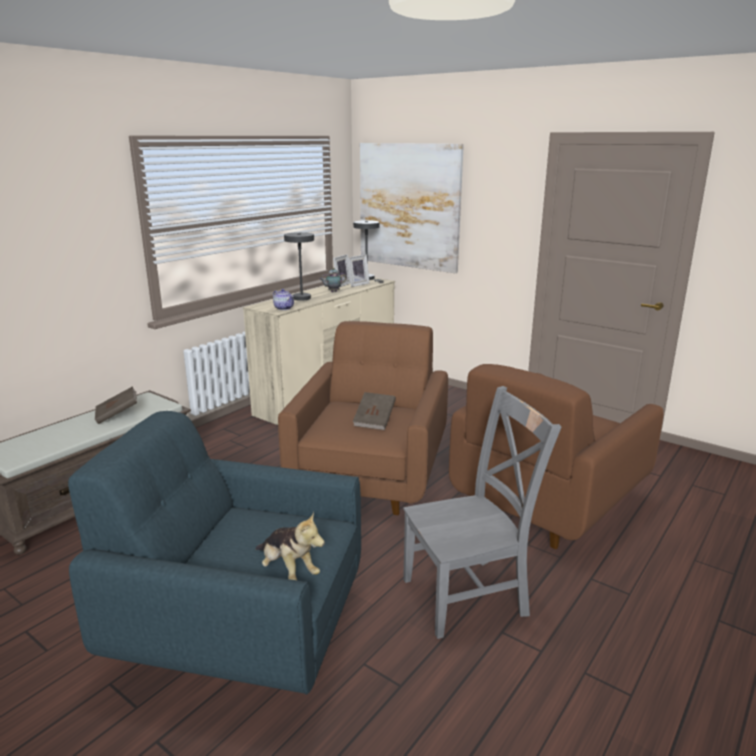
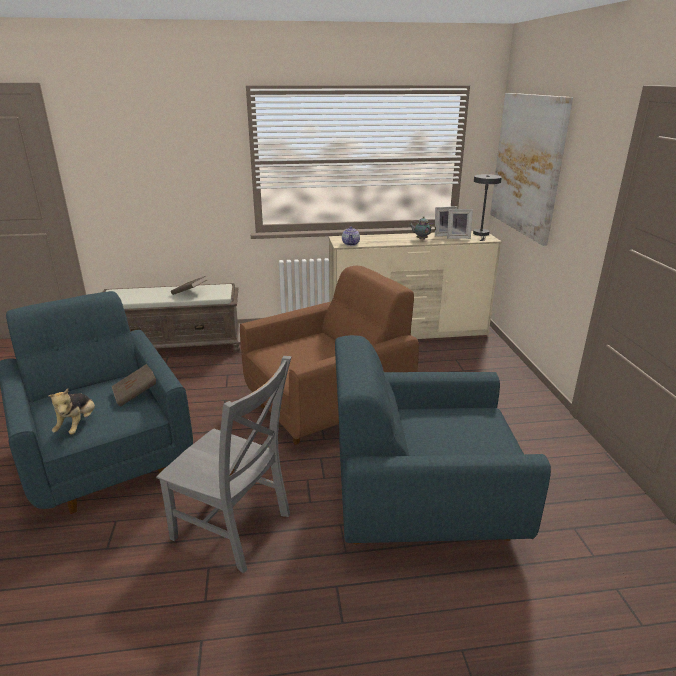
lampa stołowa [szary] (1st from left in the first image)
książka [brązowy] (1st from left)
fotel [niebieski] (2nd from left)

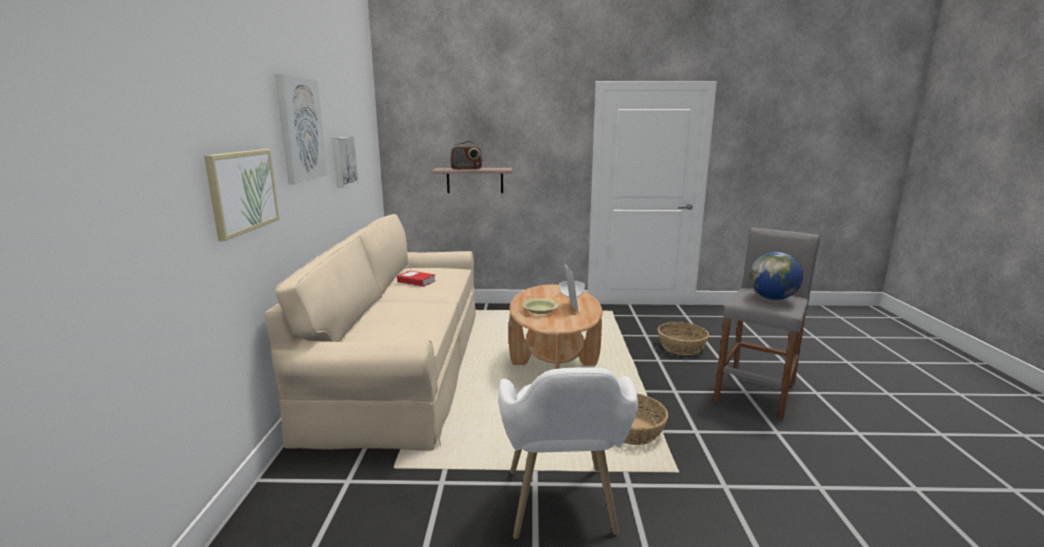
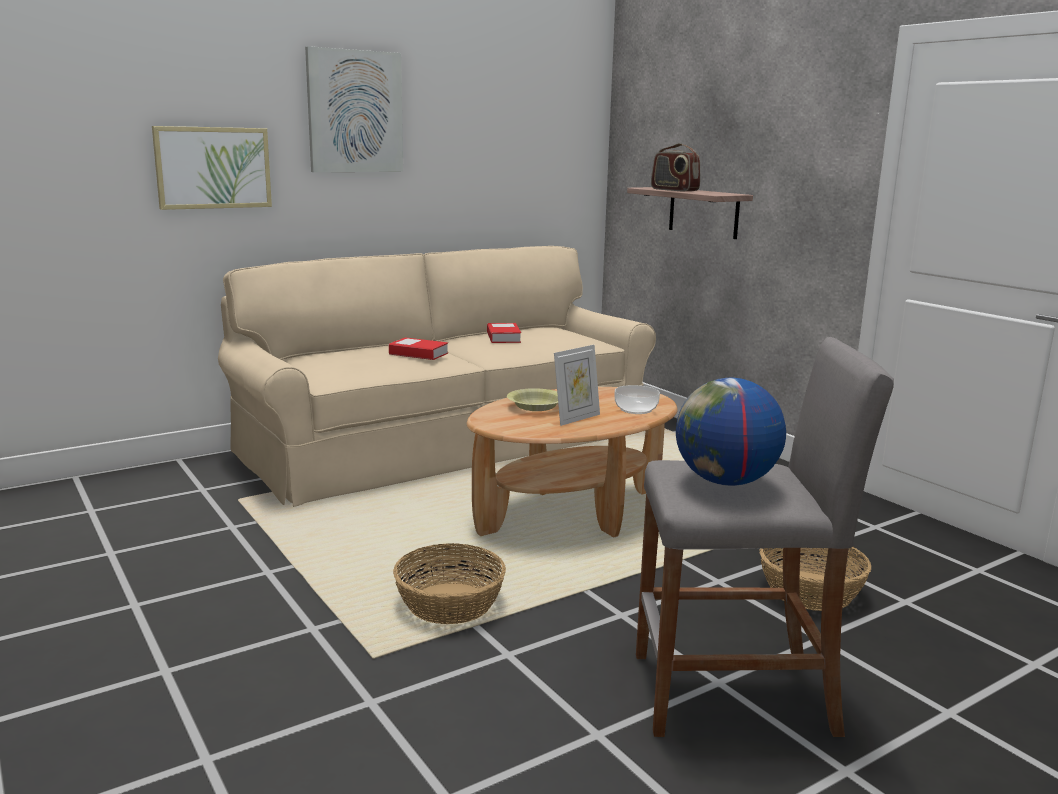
obraz (3rd from left in the first image)
fotel [biały]
książka (1st from left)

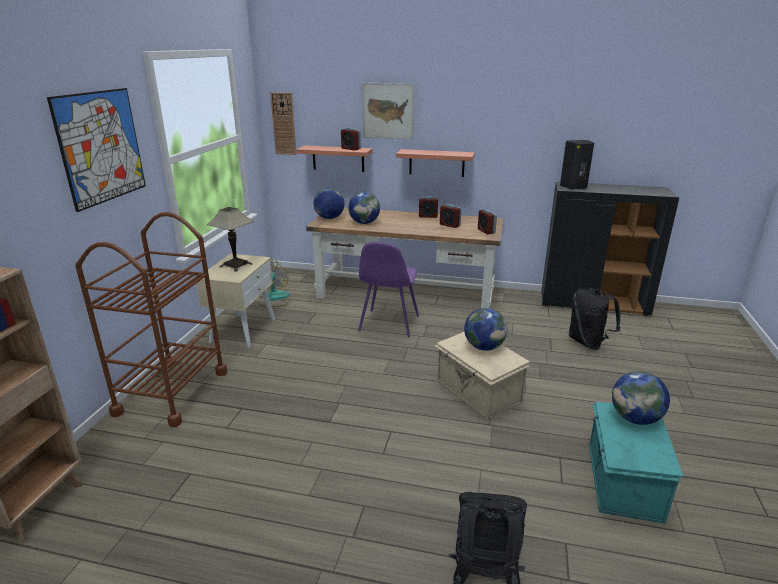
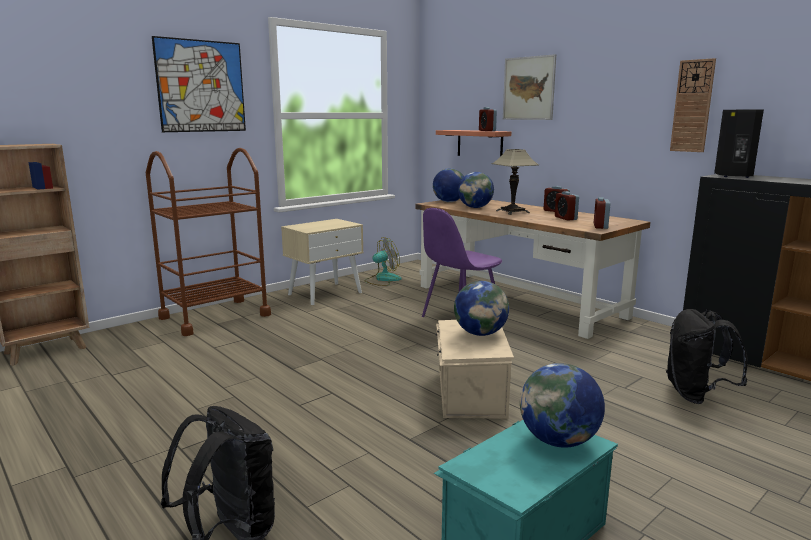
półka (2nd from left in the first image)
lampa stołowa
zegar ścienny

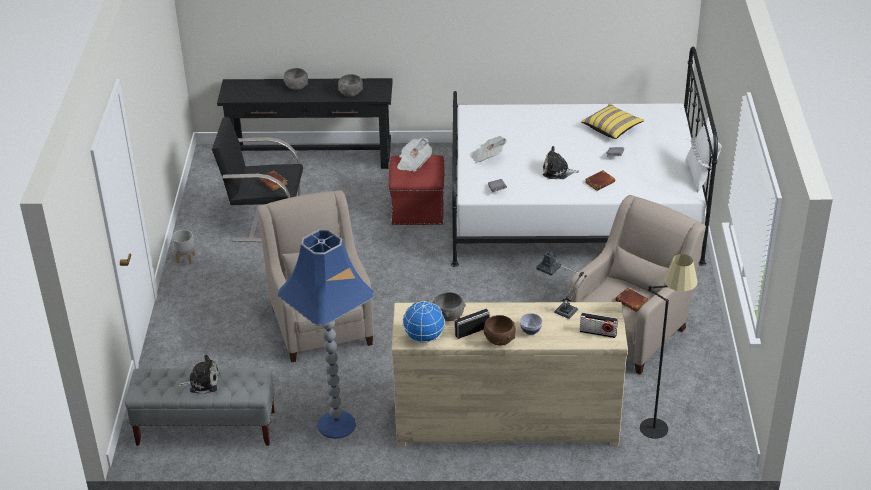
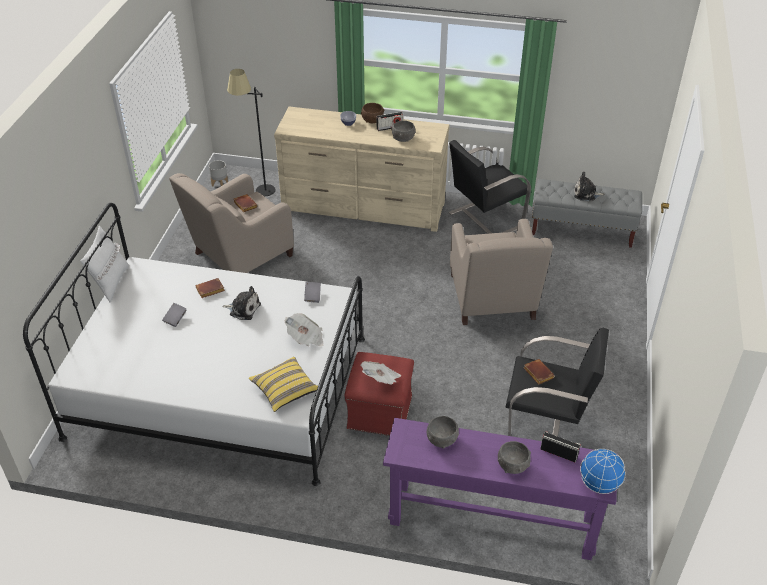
lampa stołowa
donica [szary]
globus
radio (2nd from left)
poduszka [żółty]
fotel [czarny] (1st from left)
stolik konsolowy [fioletowy]

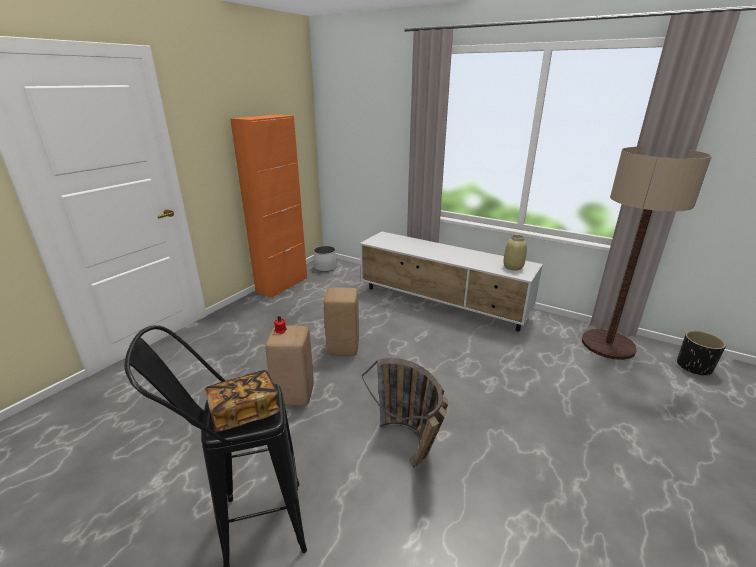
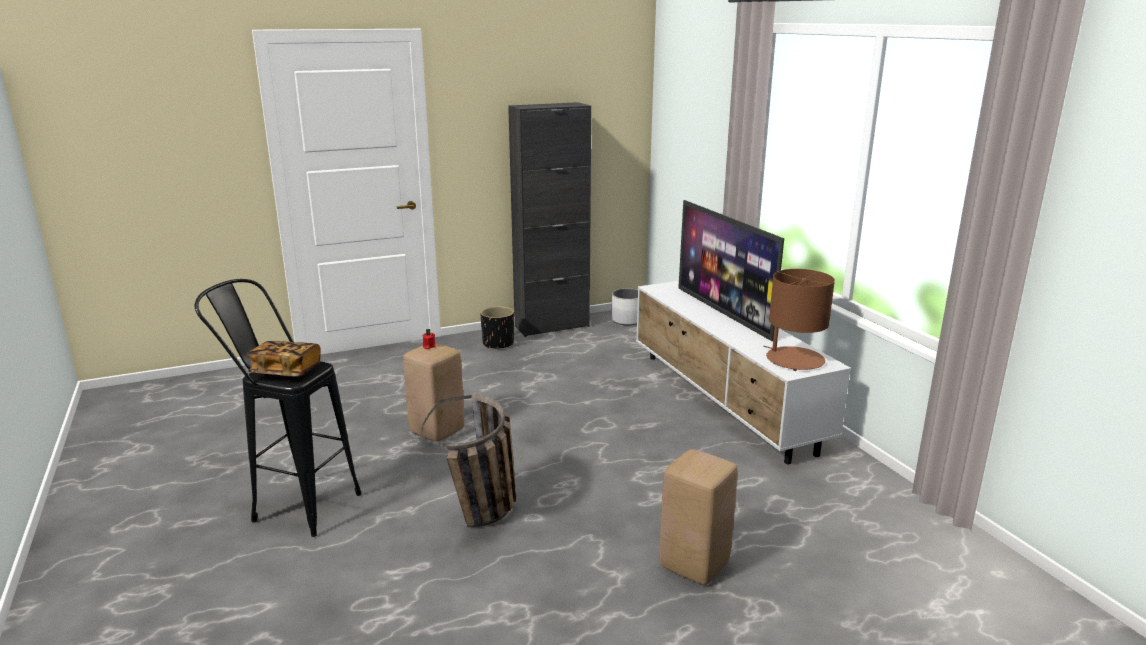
lampa stojąca
telewizor
stołek [beżowy] (2nd from left)
donica [czarny]
lampa stołowa [brązowy]
szafka [czarny]

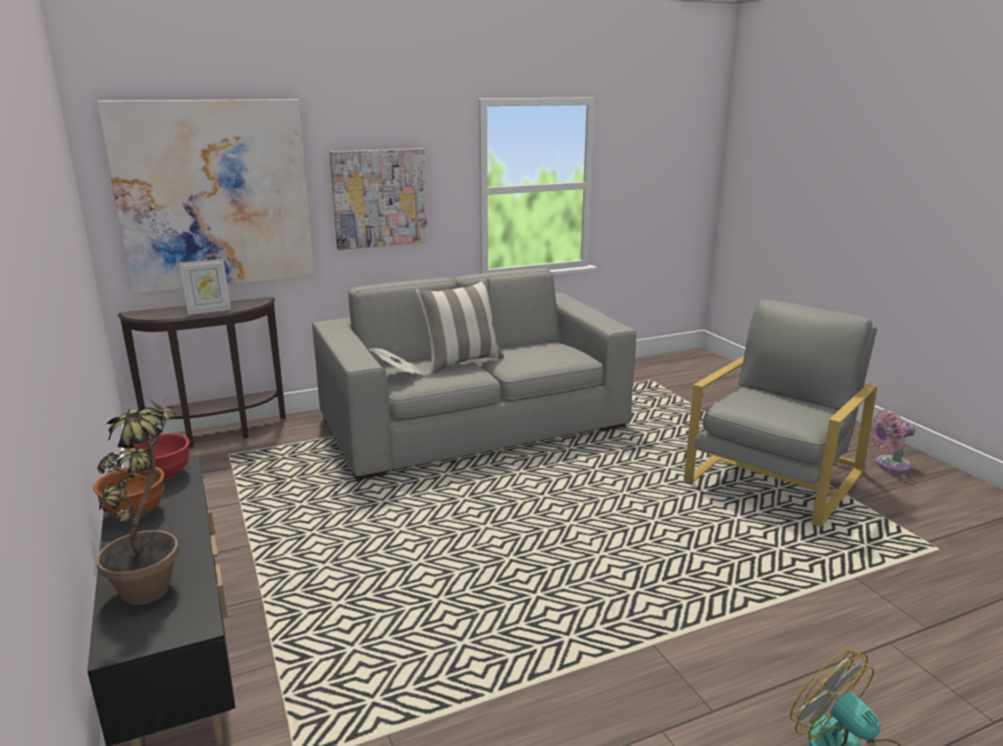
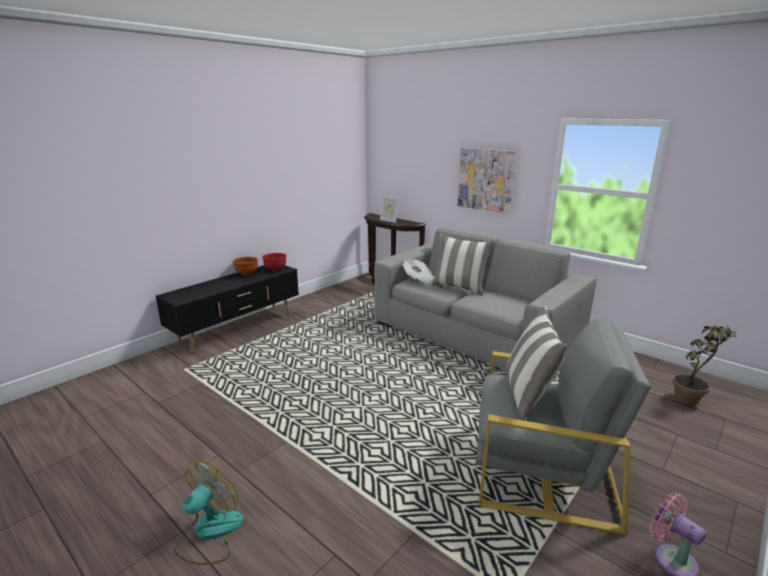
obraz (1st from left in the first image)
poduszka (2nd from left)
roślina doniczkowa

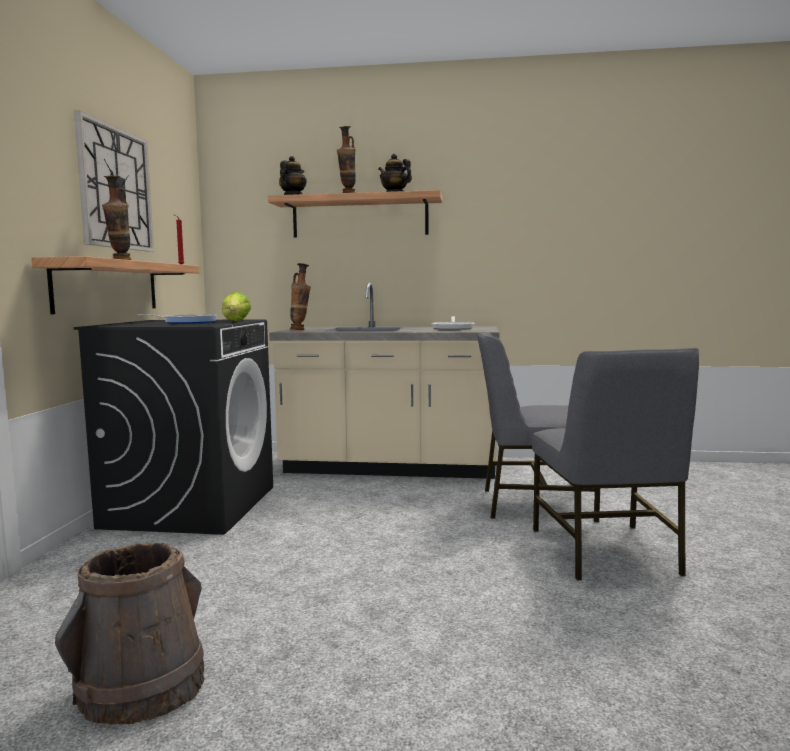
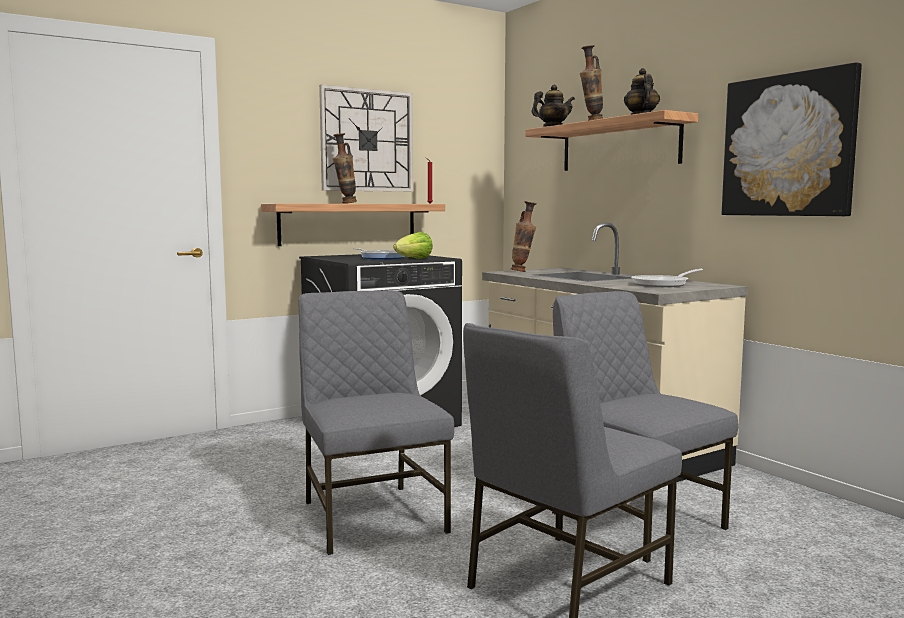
wiadro [brązowy]
krzesło [szary] (1st from left)
obraz

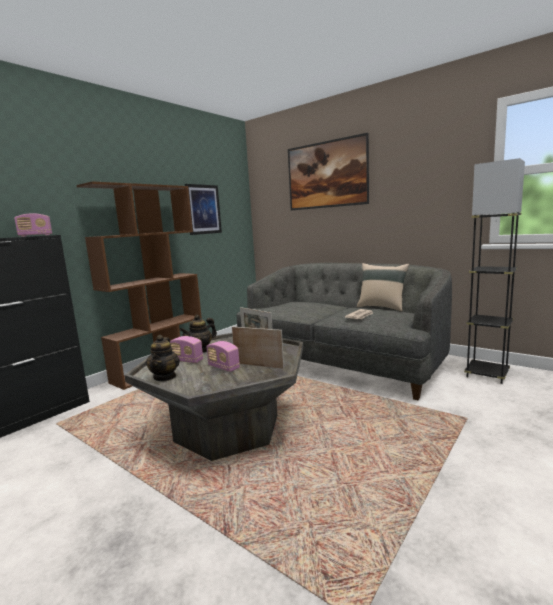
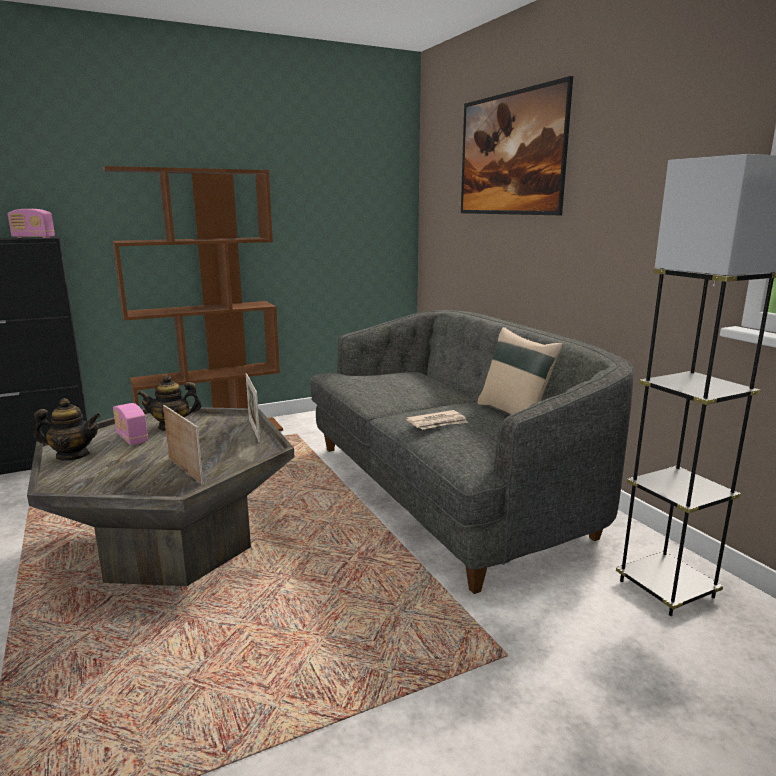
obraz (1st from left in the first image)
radio (3rd from left in the first image)
imbryk (1st from left)

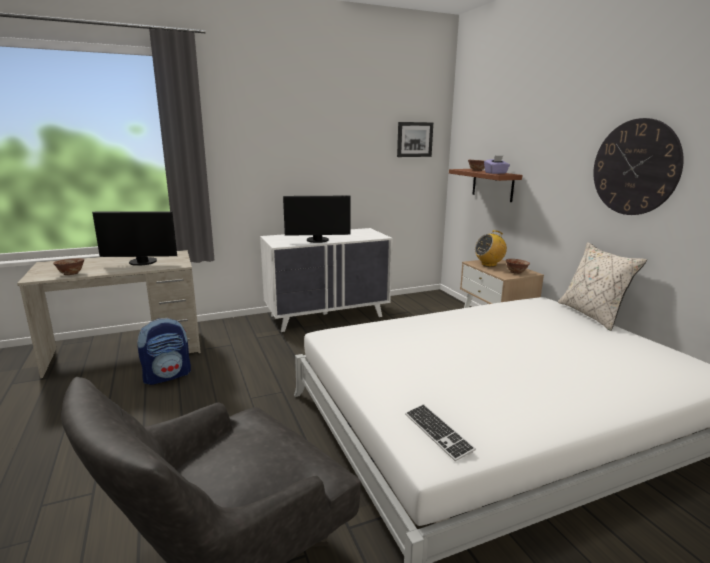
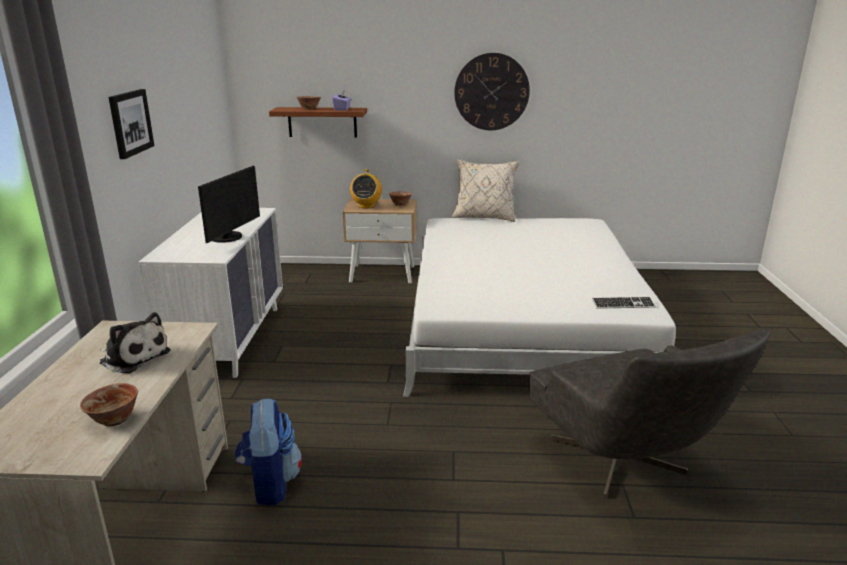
obraz
pluszak

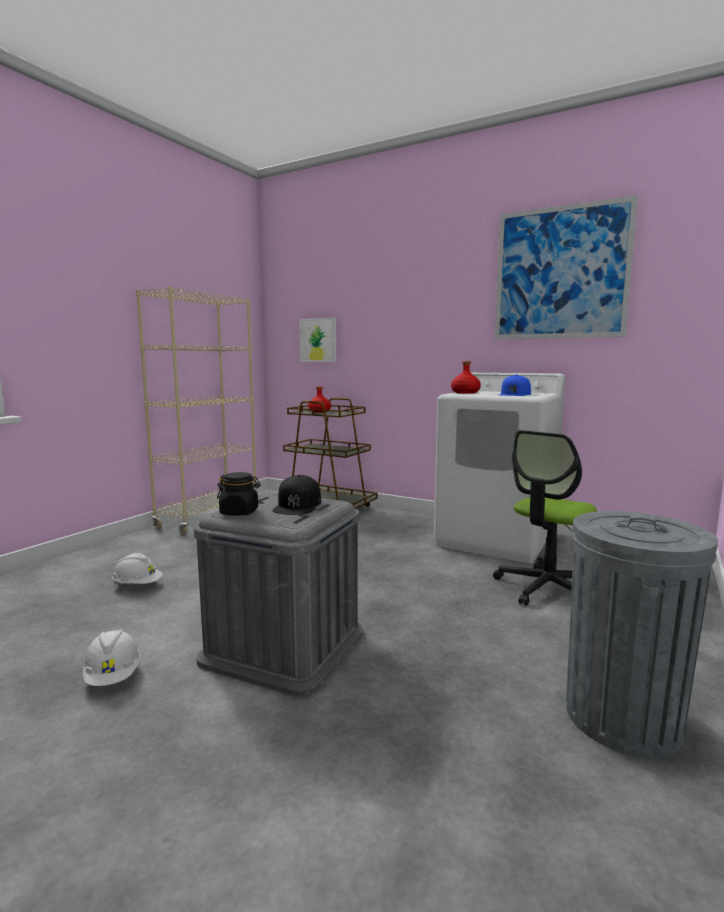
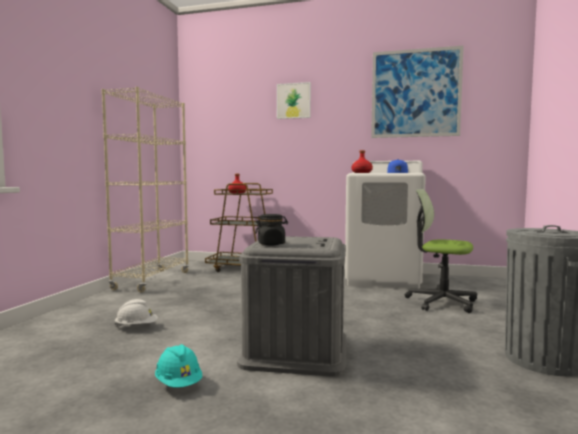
czapka z daszkiem [czarny]
obraz (1st from left)
kask [turkusowy]
krzesło biurowe

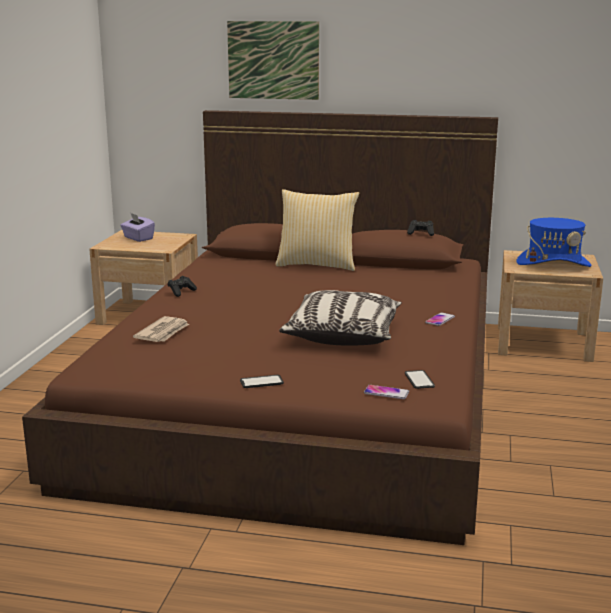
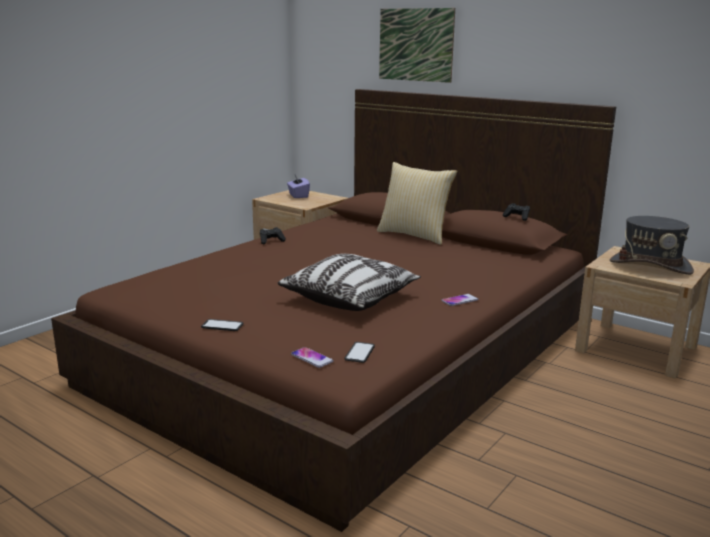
gazeta
kapelusz [szary]

